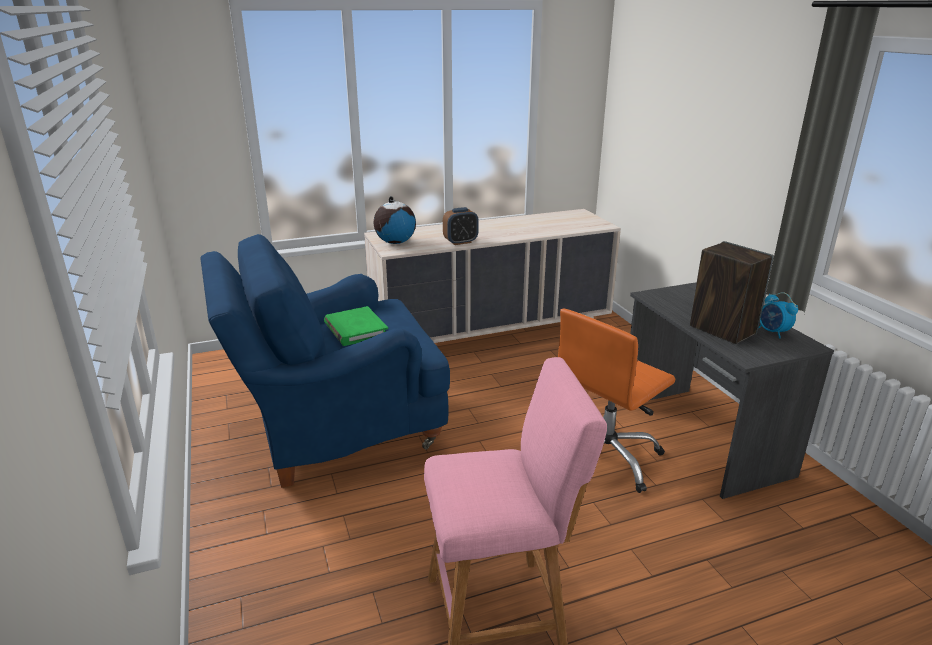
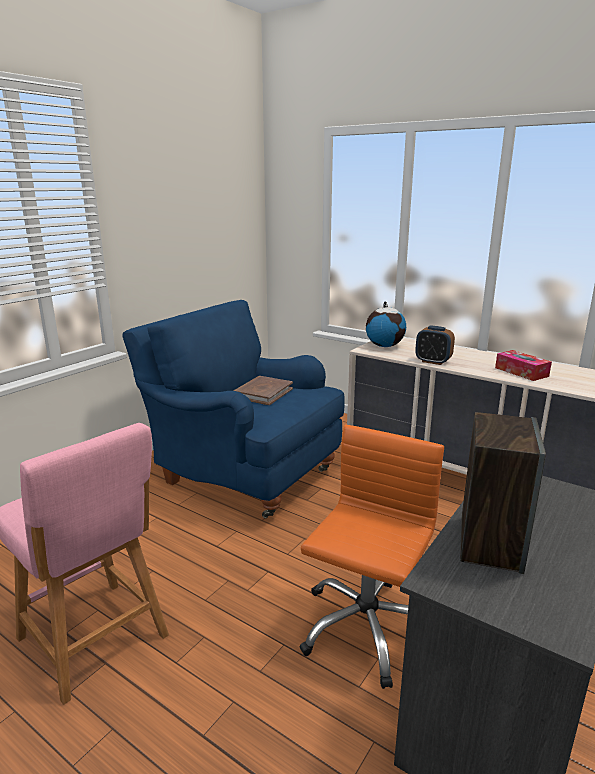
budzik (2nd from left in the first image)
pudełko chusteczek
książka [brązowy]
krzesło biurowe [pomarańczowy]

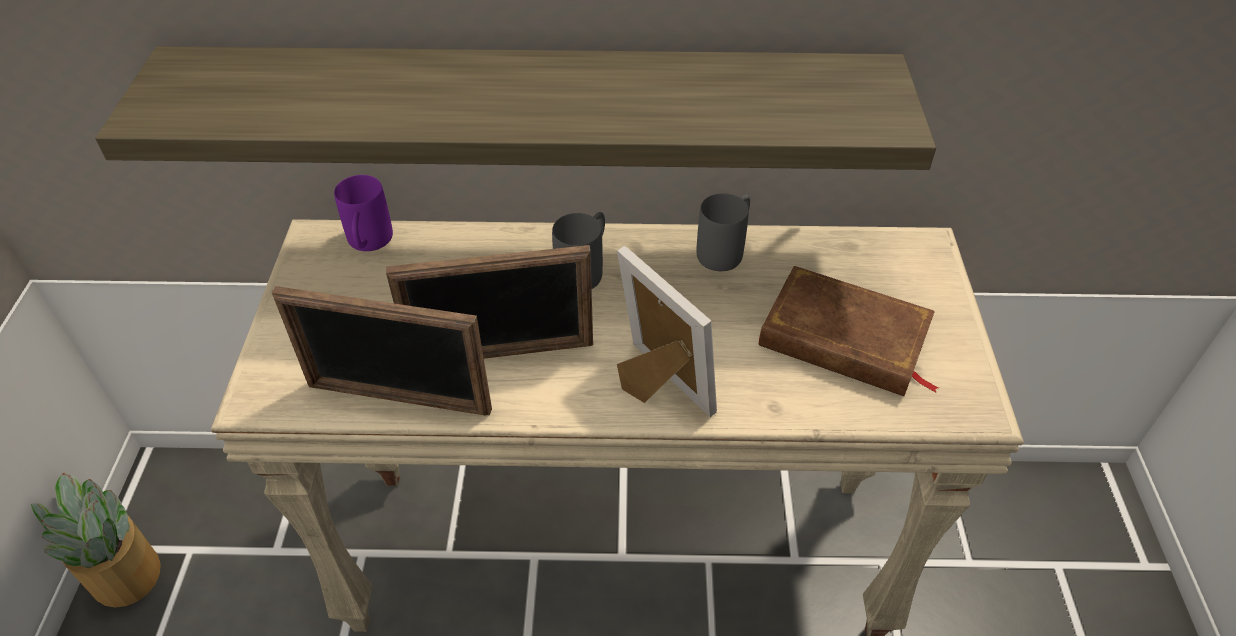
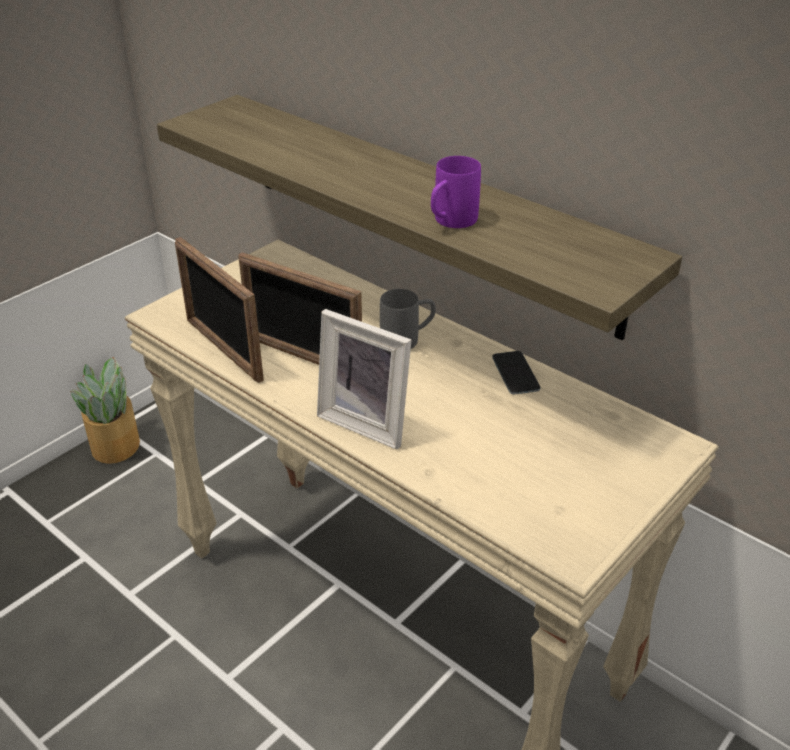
książka [brązowy]
kubek [fioletowy]
telefon
ramka na zdjęcie (3rd from left)

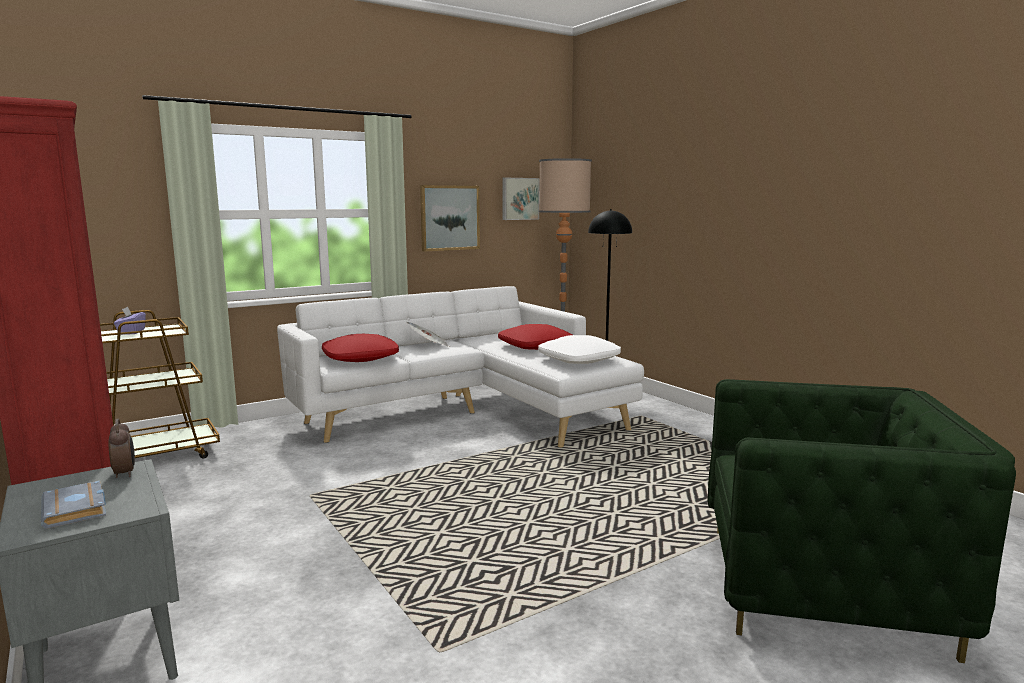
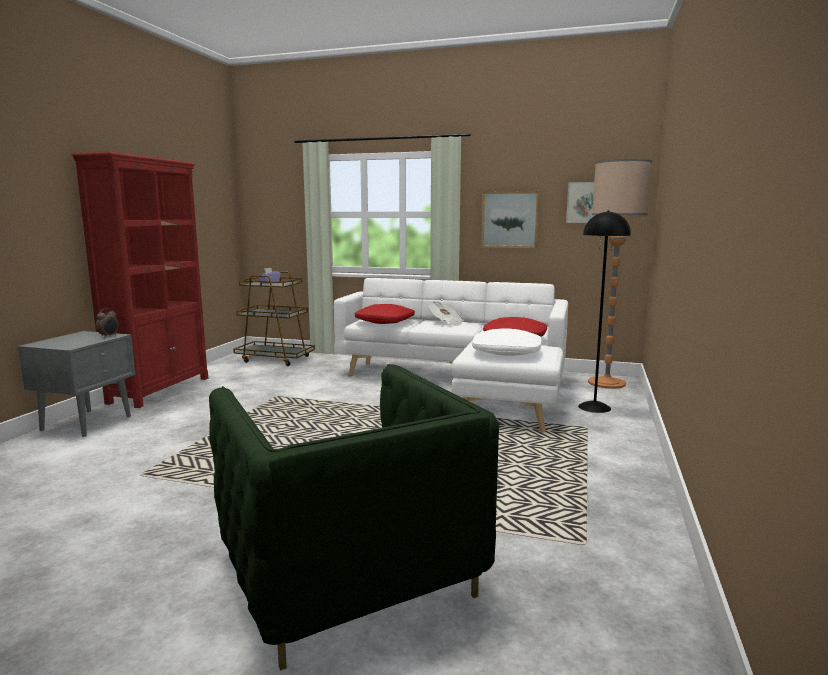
książka [szary]

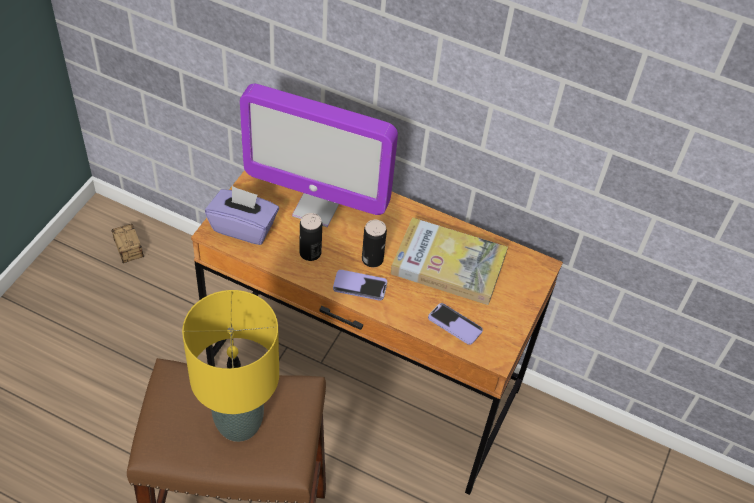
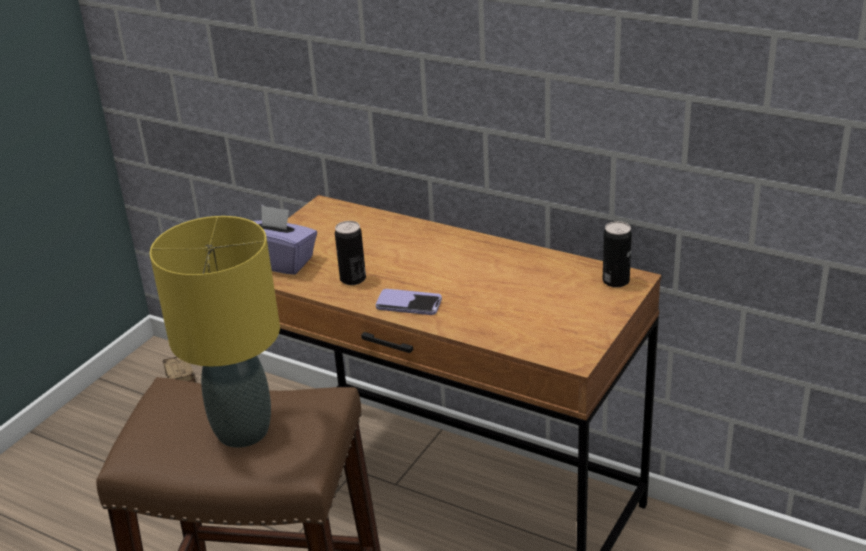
monitor
książka
telefon (2nd from left in the first image)
puszka (2nd from left)

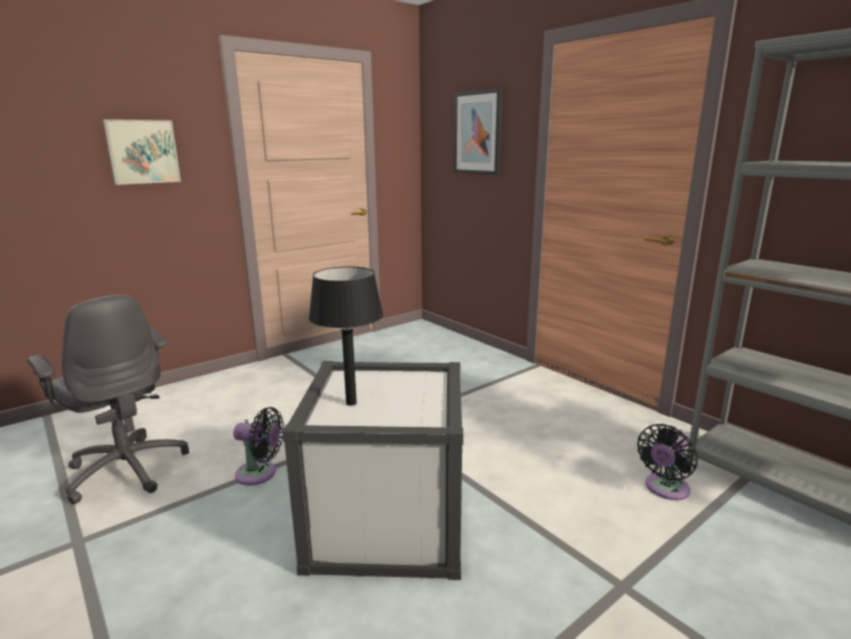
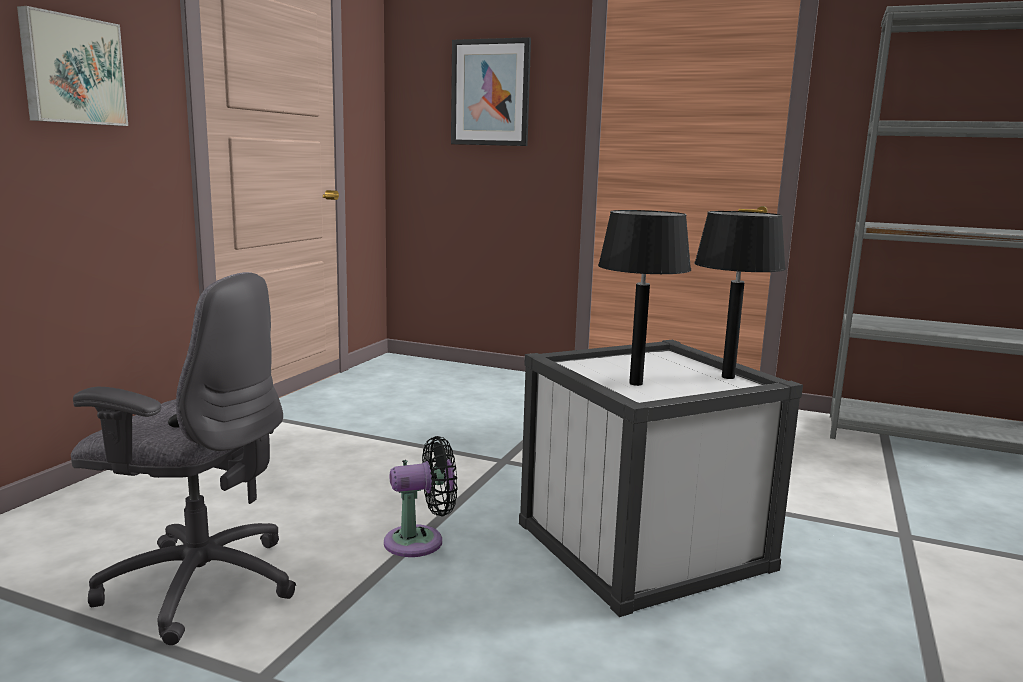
wentylator [czarny] (2nd from left in the first image)
lampa stołowa [czarny] (2nd from left)

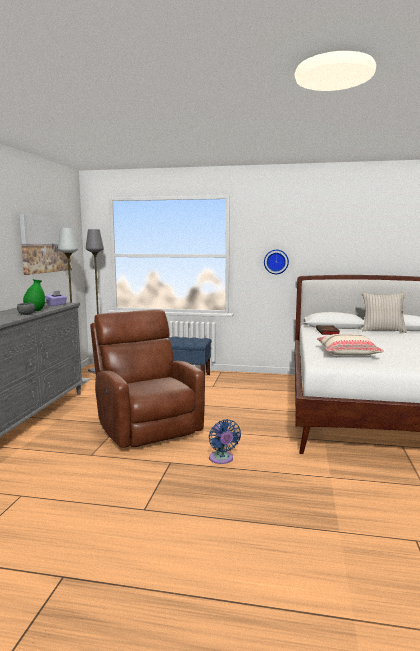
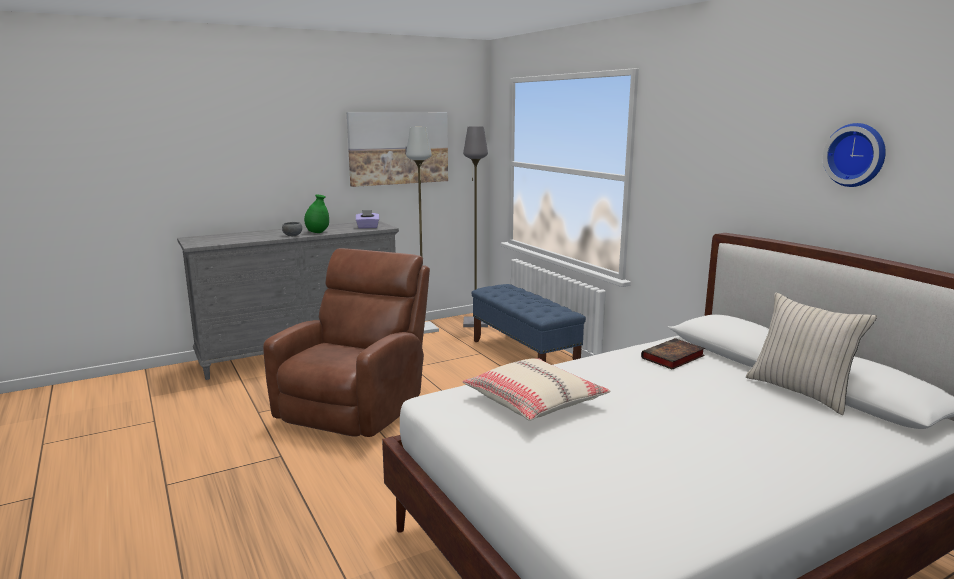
wentylator [niebieski]
zegar ścienny

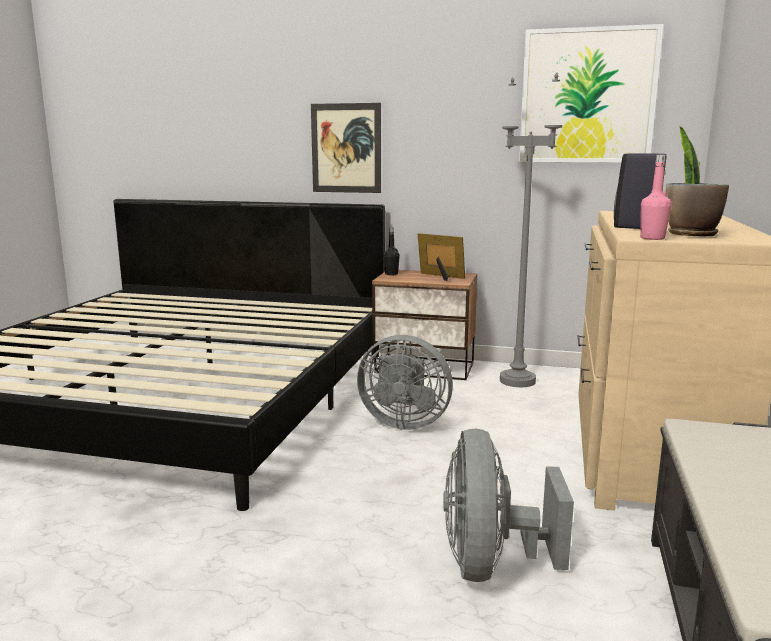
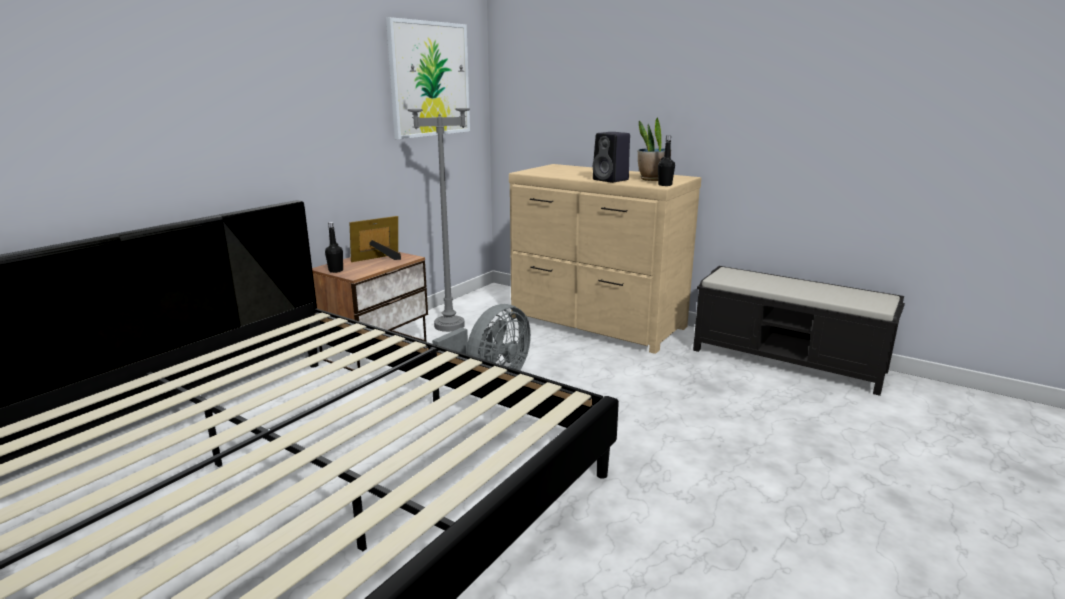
obraz (1st from left in the first image)
wentylator [szary] (2nd from left in the first image)
butelka [czarny] (2nd from left)

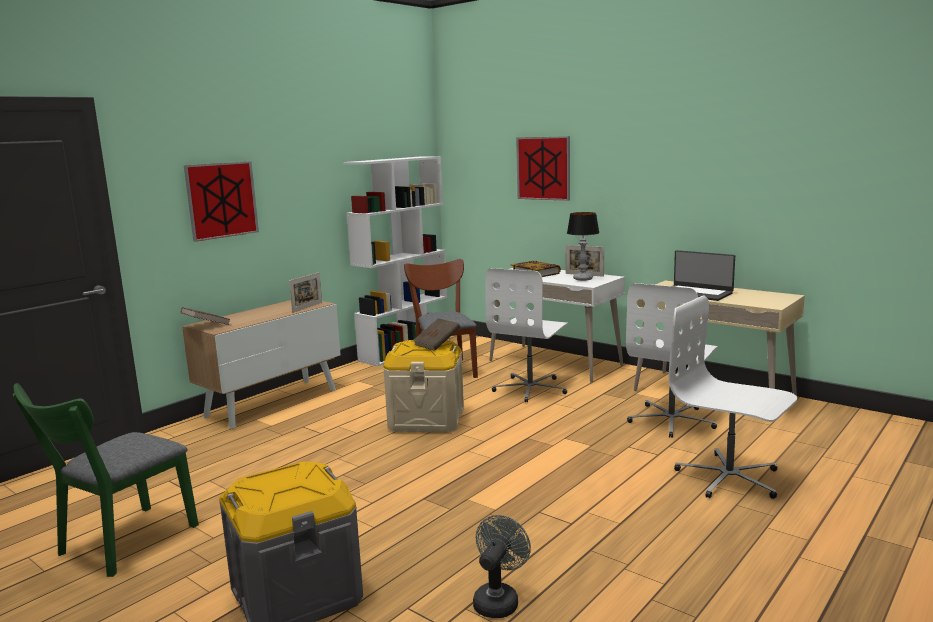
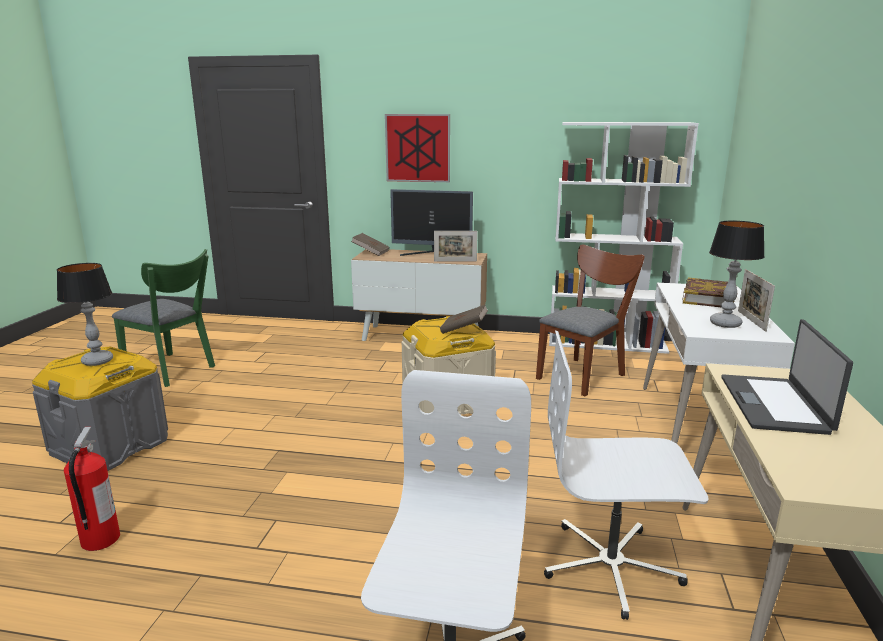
krzesło biurowe [biały] (1st from left in the first image)
obraz (2nd from left in the first image)
lampa stołowa (1st from left)
monitor
gaśnica
krzesło [zielony]

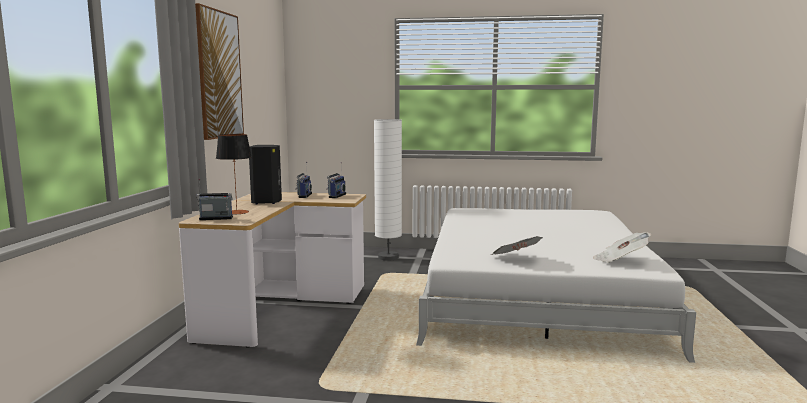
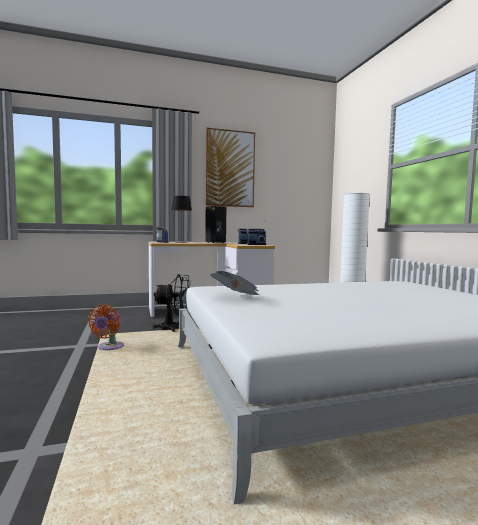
gazeta (2nd from left in the first image)
wentylator [pomarańczowy]
wentylator [czarny]

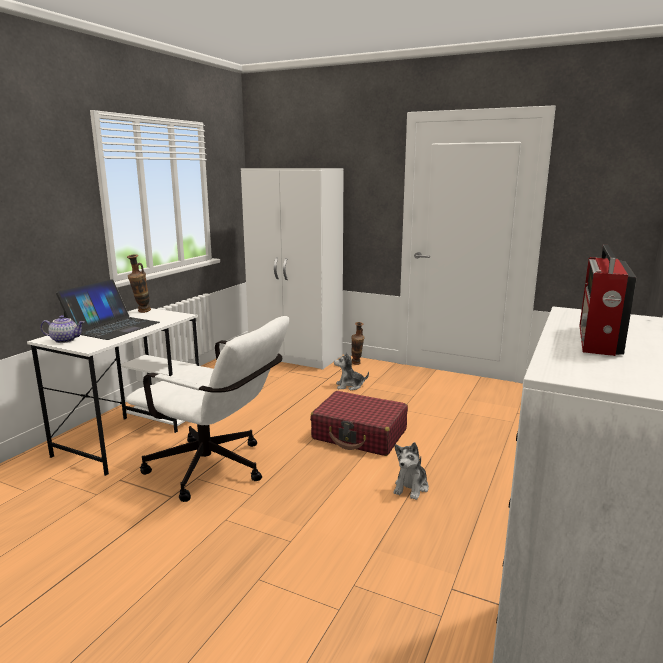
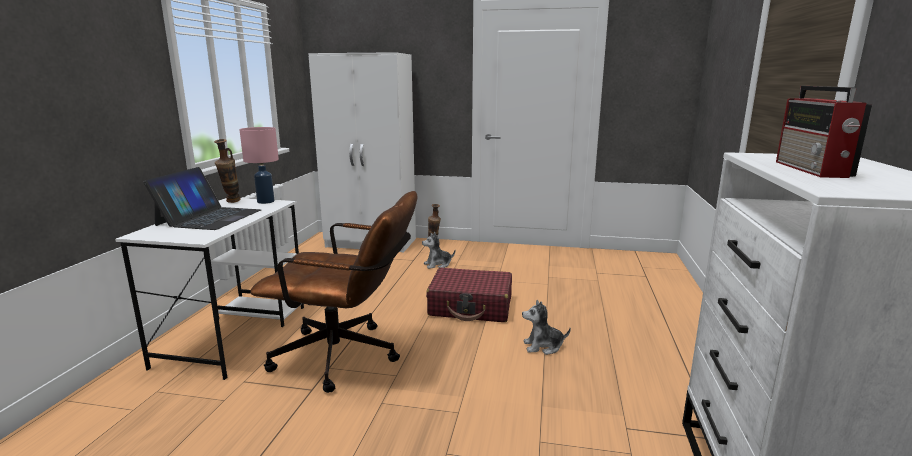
imbryk
lampa stołowa [różowy]
krzesło biurowe [brązowy]
pluszak (2nd from left)

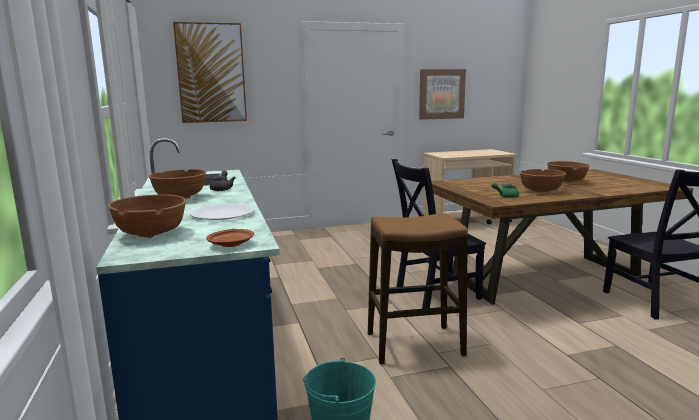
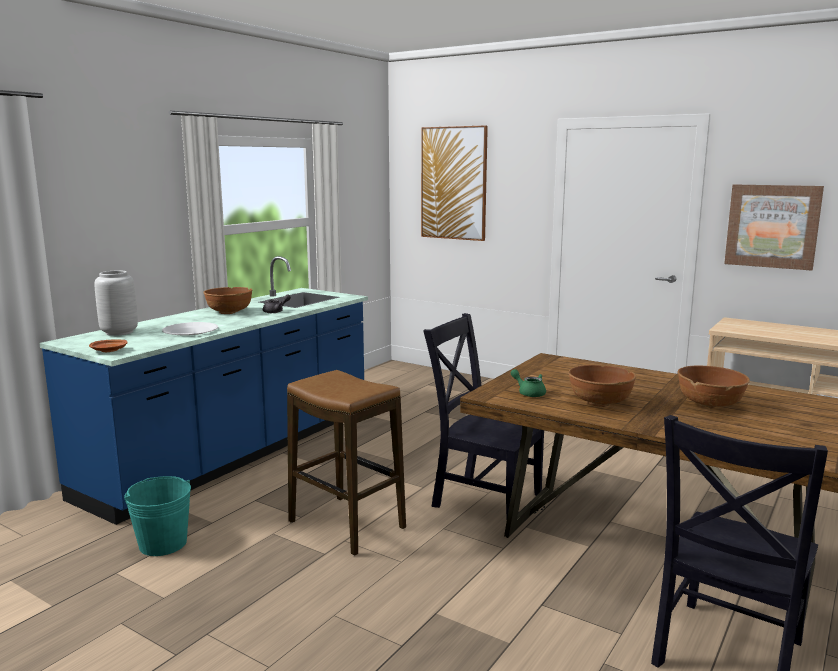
wazon [szary]

